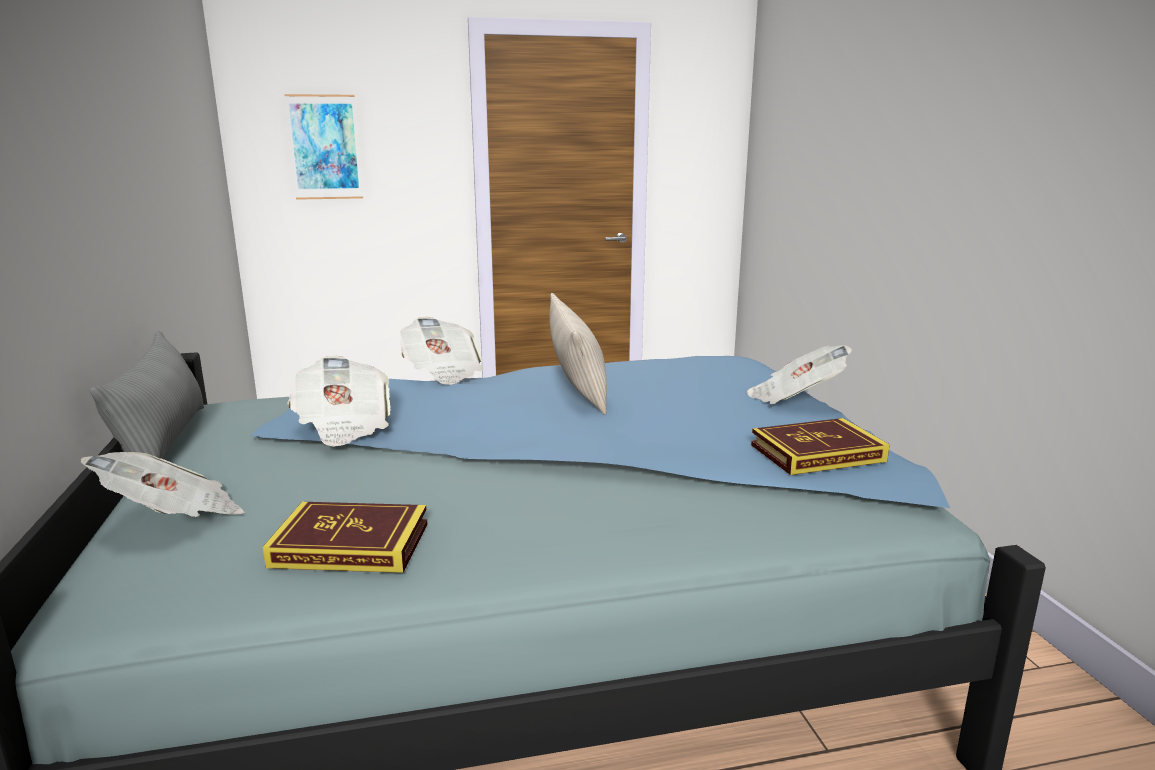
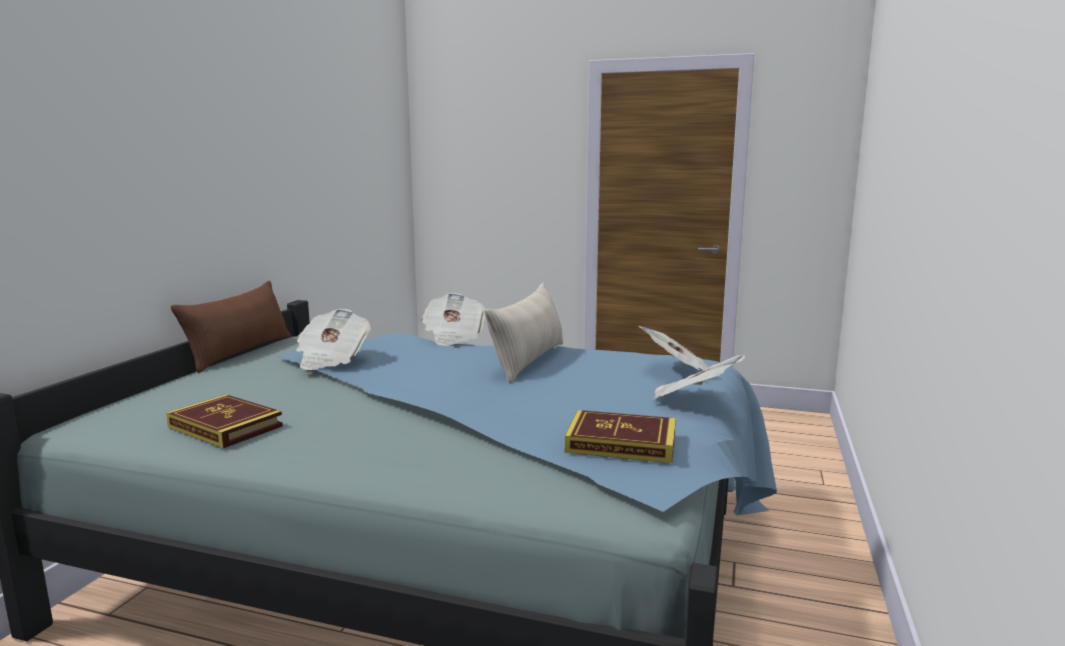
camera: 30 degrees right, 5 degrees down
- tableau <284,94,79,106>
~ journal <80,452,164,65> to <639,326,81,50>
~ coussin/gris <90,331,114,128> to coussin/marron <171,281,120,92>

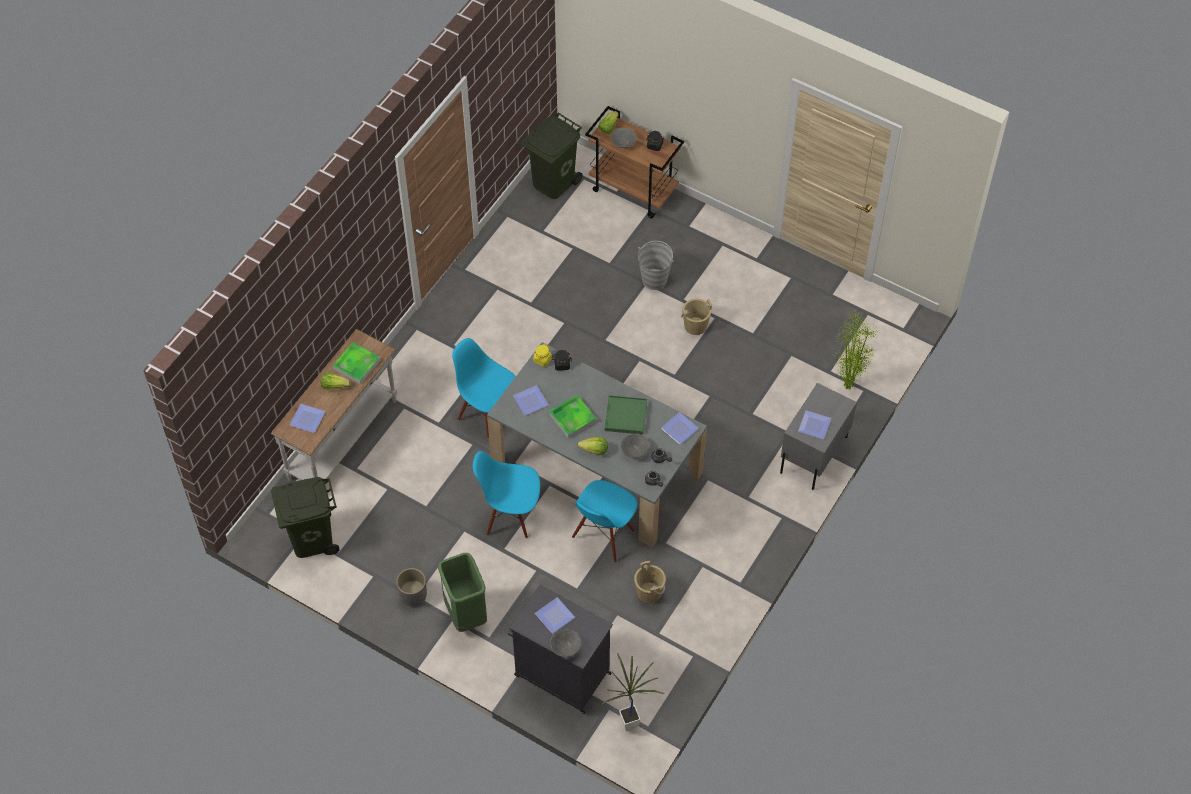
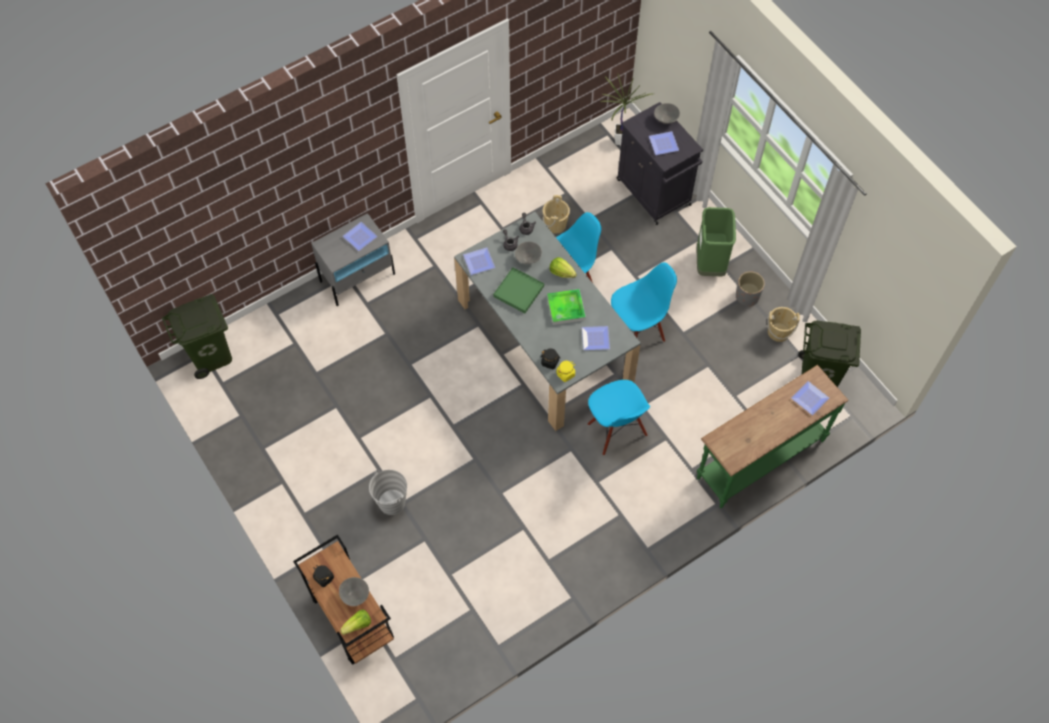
camera: 155 degrees left, 5 degrees up
- laitue <321,372,30,18>
- plateau <333,342,47,42>
- plante en pot <832,312,47,78>
~ poubelle/vert <521,113,61,86> to <162,294,70,85>
~ seau/beige <681,299,31,36> to <767,307,33,35>
~ table console/blanc <271,329,126,152> to table console/vert <697,365,152,143>
~ chaise/bleu <473,451,67,88> = <611,262,66,80> 60 degrees counterclockwise

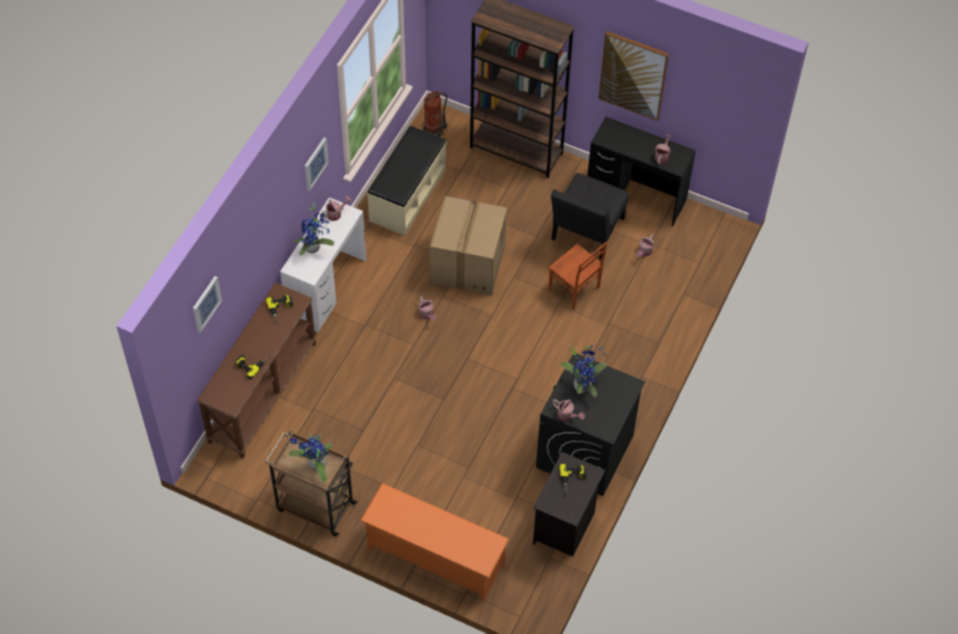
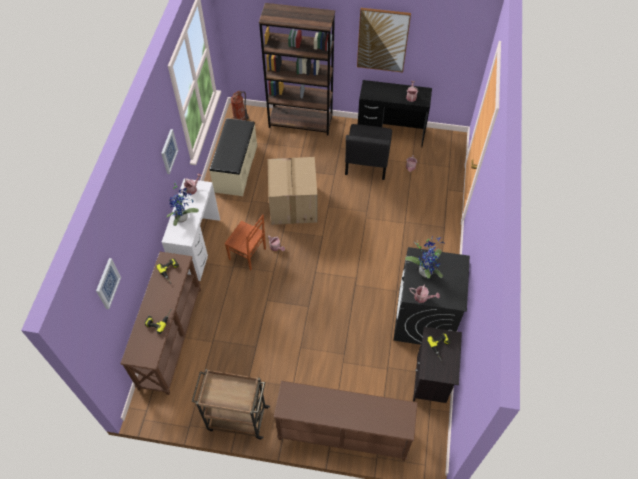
camera: 15 degrees left, 0 degrees up
- plante en pot <289,433,43,49>
~ chaise/marron <549,242,58,68> to <224,214,42,56>
~ étagère à chaussures/orange <360,483,149,119> to table console/marron <274,381,144,80>

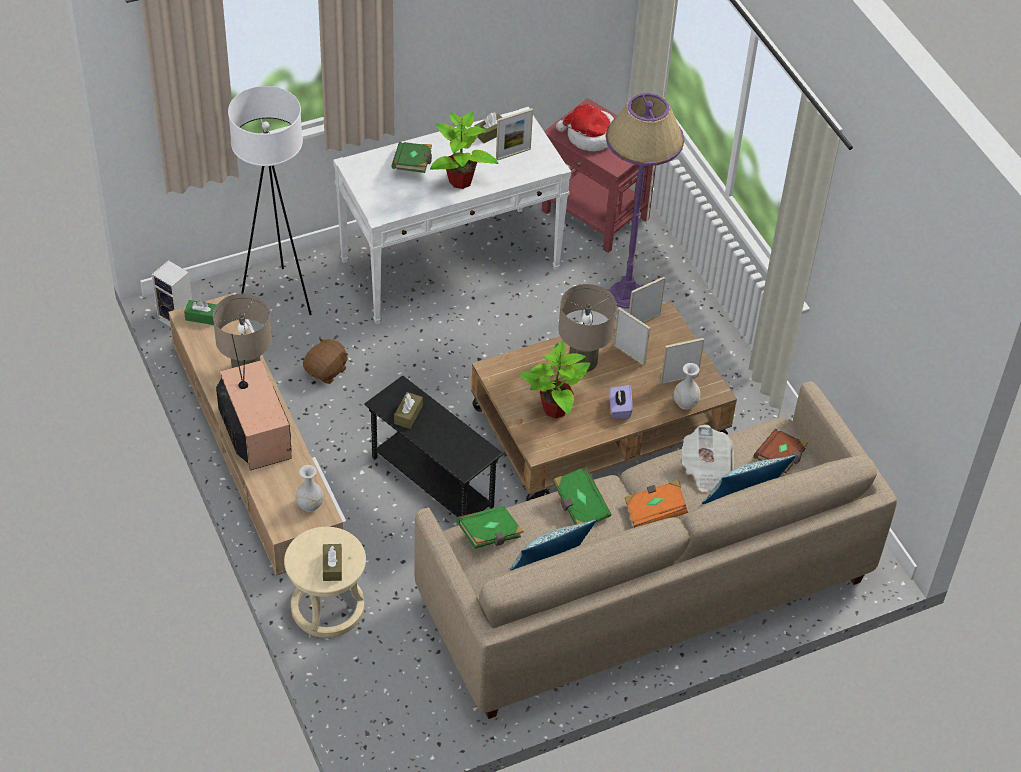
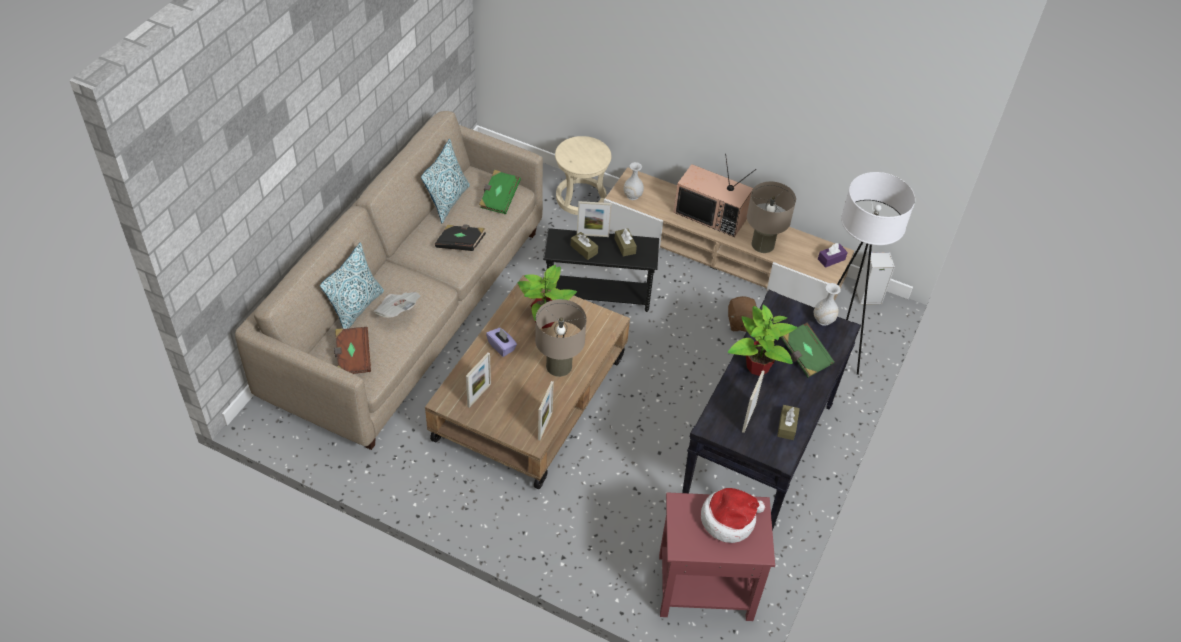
camera: 140 degrees right, 0 degrees up
- lampadaire/violet <606,93,78,216>
- livre/orange <625,480,63,48>
~ boîte à mouchoirs/marron <323,544,19,37> to <571,232,27,28>
~ cadre photo <614,307,36,59> to <577,201,35,36>
~ vase/blanc <673,363,28,47> to <814,283,27,43>
~ boîte à mouchoirs/vert <184,300,33,25> to boîte à mouchoirs/violet <818,243,30,25>
~ table console/blanc <333,107,239,217> to table console/noir <682,290,179,241>
~ livre/vert <553,466,59,59> to livre/noir <435,224,51,27>

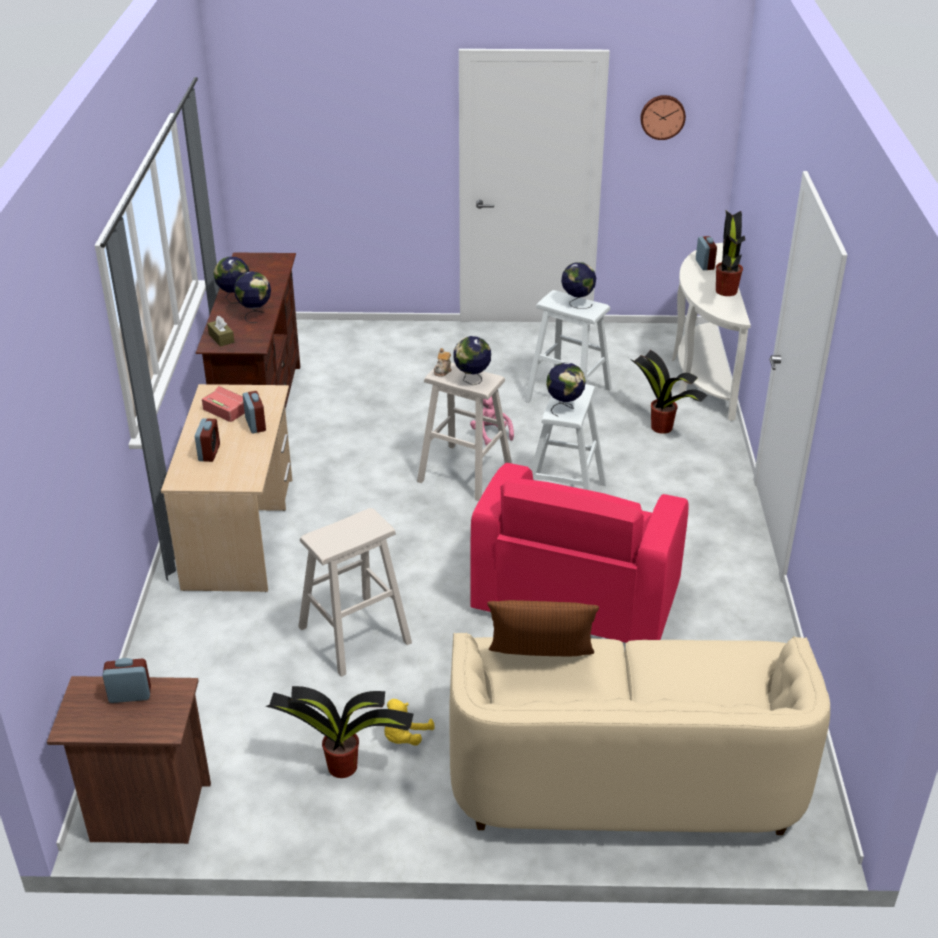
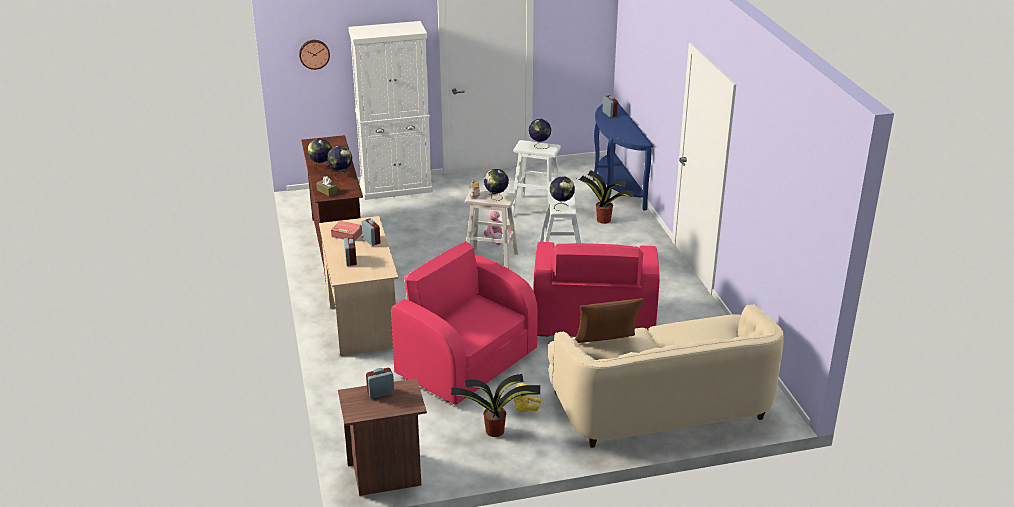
camera: 15 degrees left, 5 degrees down
- plante en pot <716,211,29,85>
+ meuble de rangement/blanc <349,21,84,179>
~ horloge murale <640,95,46,45> to <299,40,31,30>
~ tabouret/beige <298,508,114,169> to fauteuil/rose <391,242,147,162>
~ table console/blanc <671,243,80,178> to table console/bleu <593,103,60,108>

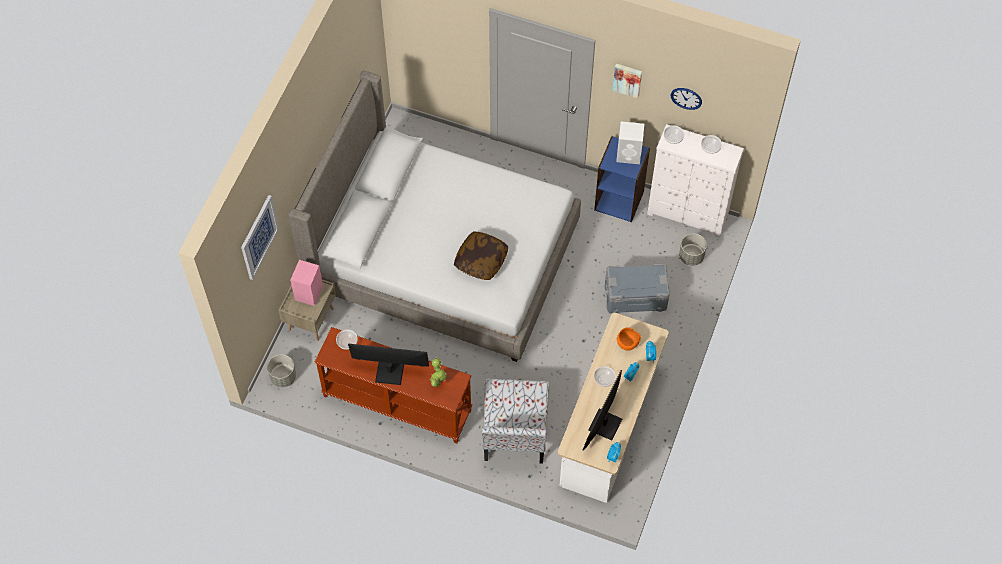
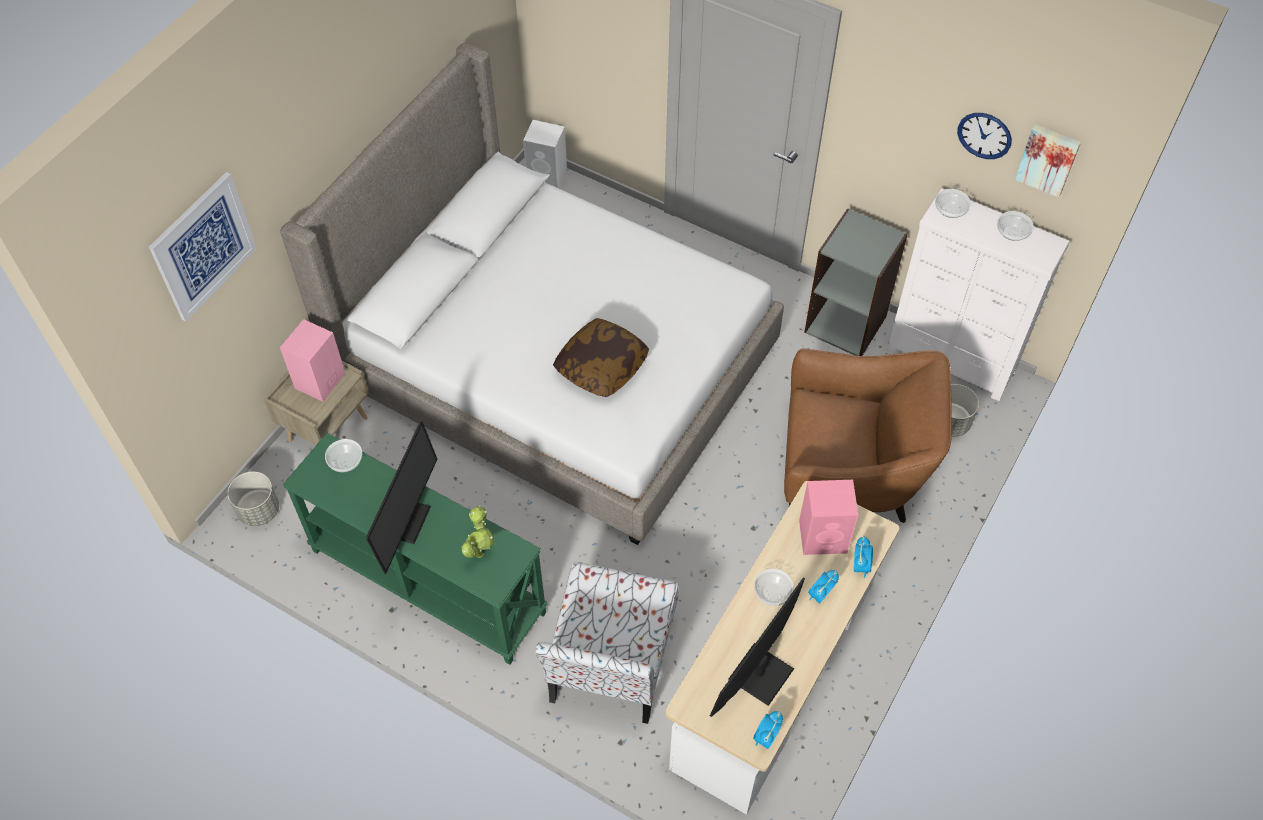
camera: 10 degrees right, 5 degrees down
~ tableau <612,64,30,34> to <1015,125,66,72>
~ enceinte/blanc <616,121,28,43> to <523,120,44,68>
~ boîte de rangement/gris <605,263,65,51> to fauteuil/marron <784,348,168,175>
~ bol/orange <617,327,24,24> to enceinte/rose <799,480,59,75>
~ table console/marron <315,327,157,117> to table console/vert <283,433,264,232>
~ bibliothèque/bleu <594,136,56,86> to bibliothèque/gris <804,208,104,148>
~ écran d'ordinateur <348,344,81,41> = <366,421,71,153> 90 degrees clockwise

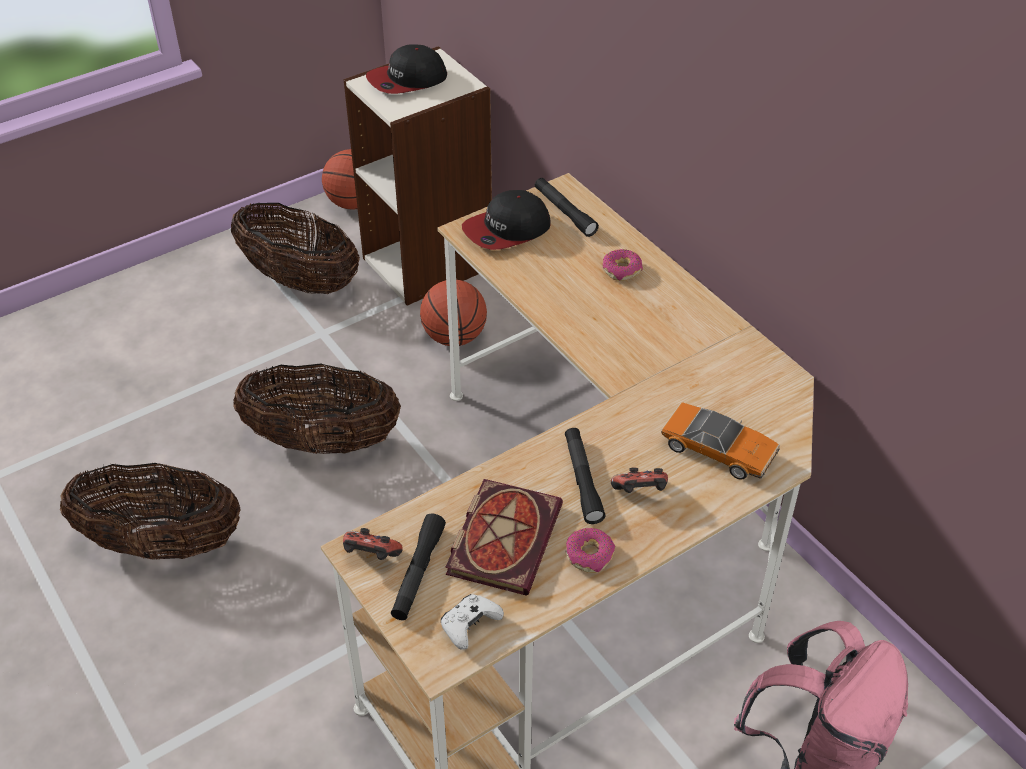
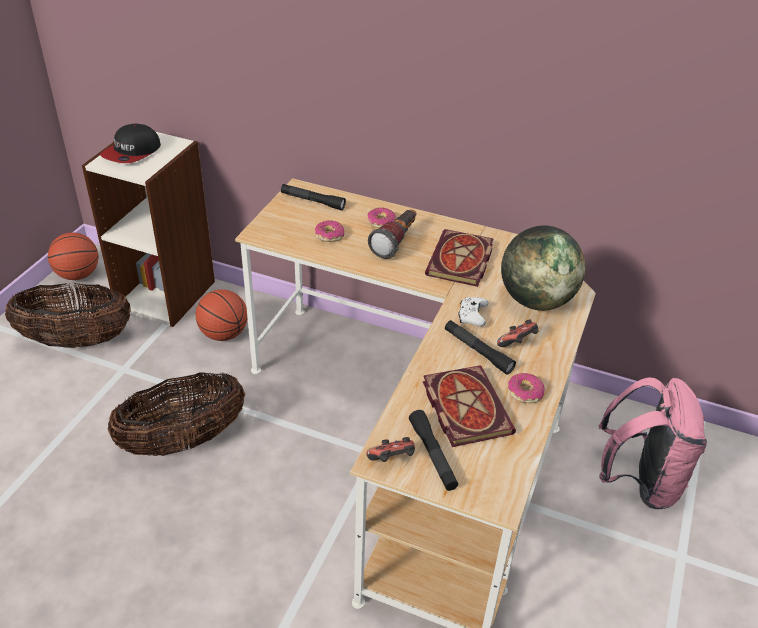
camera: 35 degrees left, 5 degrees down
- panier <60,463,181,97>
- casquette <462,190,89,60>
+ beignet <315,220,30,22>
+ lampe de poche <368,209,48,50>
+ livre <425,229,68,58>
~ manette/blanc <441,594,63,56> to <458,297,30,29>
~ petite voiture <661,402,119,78> to globe <501,225,84,86>

